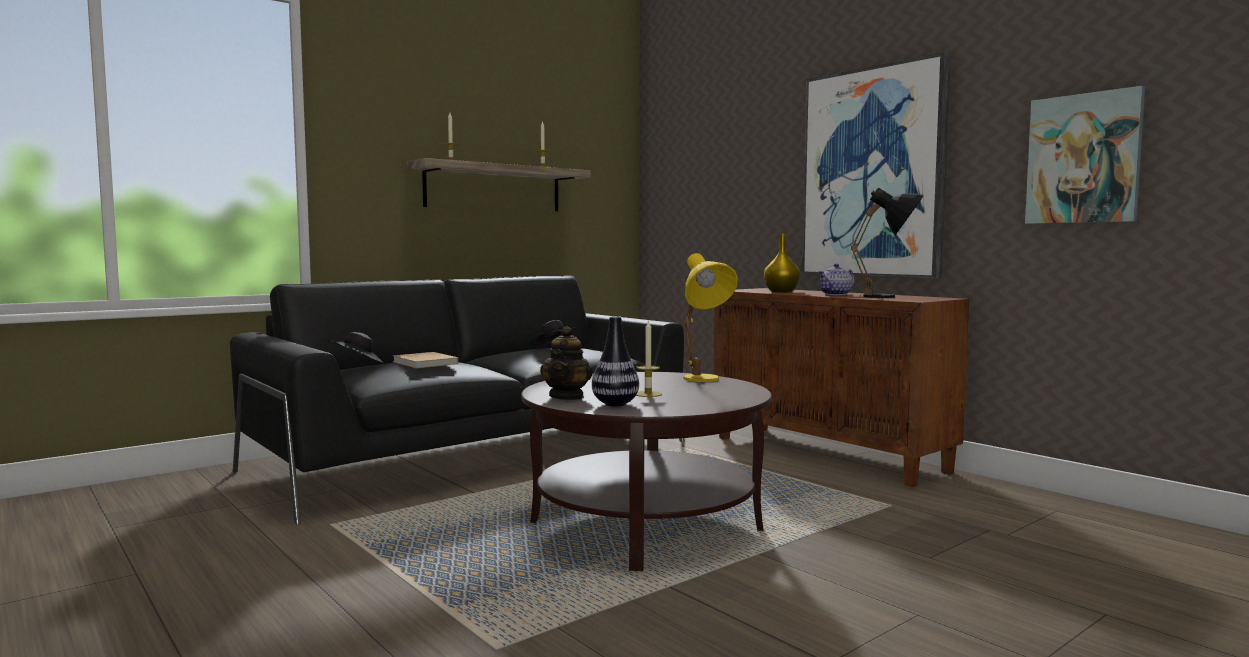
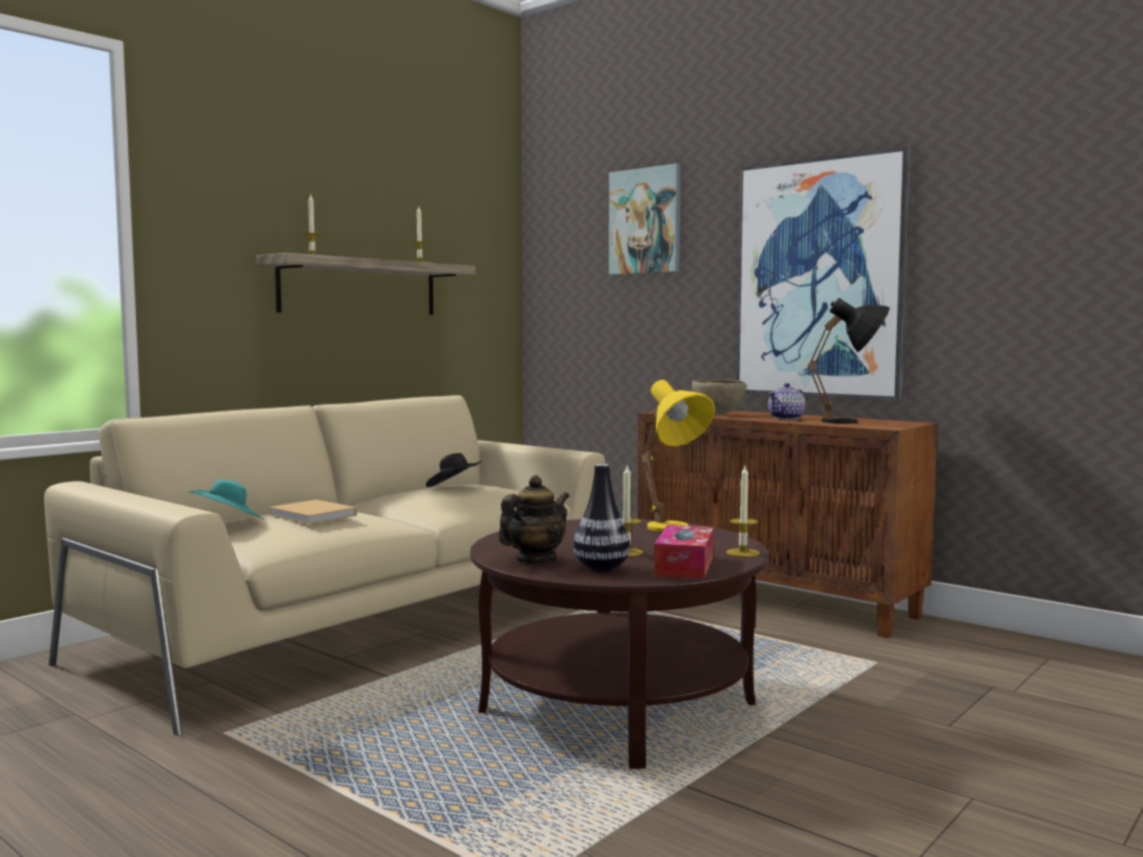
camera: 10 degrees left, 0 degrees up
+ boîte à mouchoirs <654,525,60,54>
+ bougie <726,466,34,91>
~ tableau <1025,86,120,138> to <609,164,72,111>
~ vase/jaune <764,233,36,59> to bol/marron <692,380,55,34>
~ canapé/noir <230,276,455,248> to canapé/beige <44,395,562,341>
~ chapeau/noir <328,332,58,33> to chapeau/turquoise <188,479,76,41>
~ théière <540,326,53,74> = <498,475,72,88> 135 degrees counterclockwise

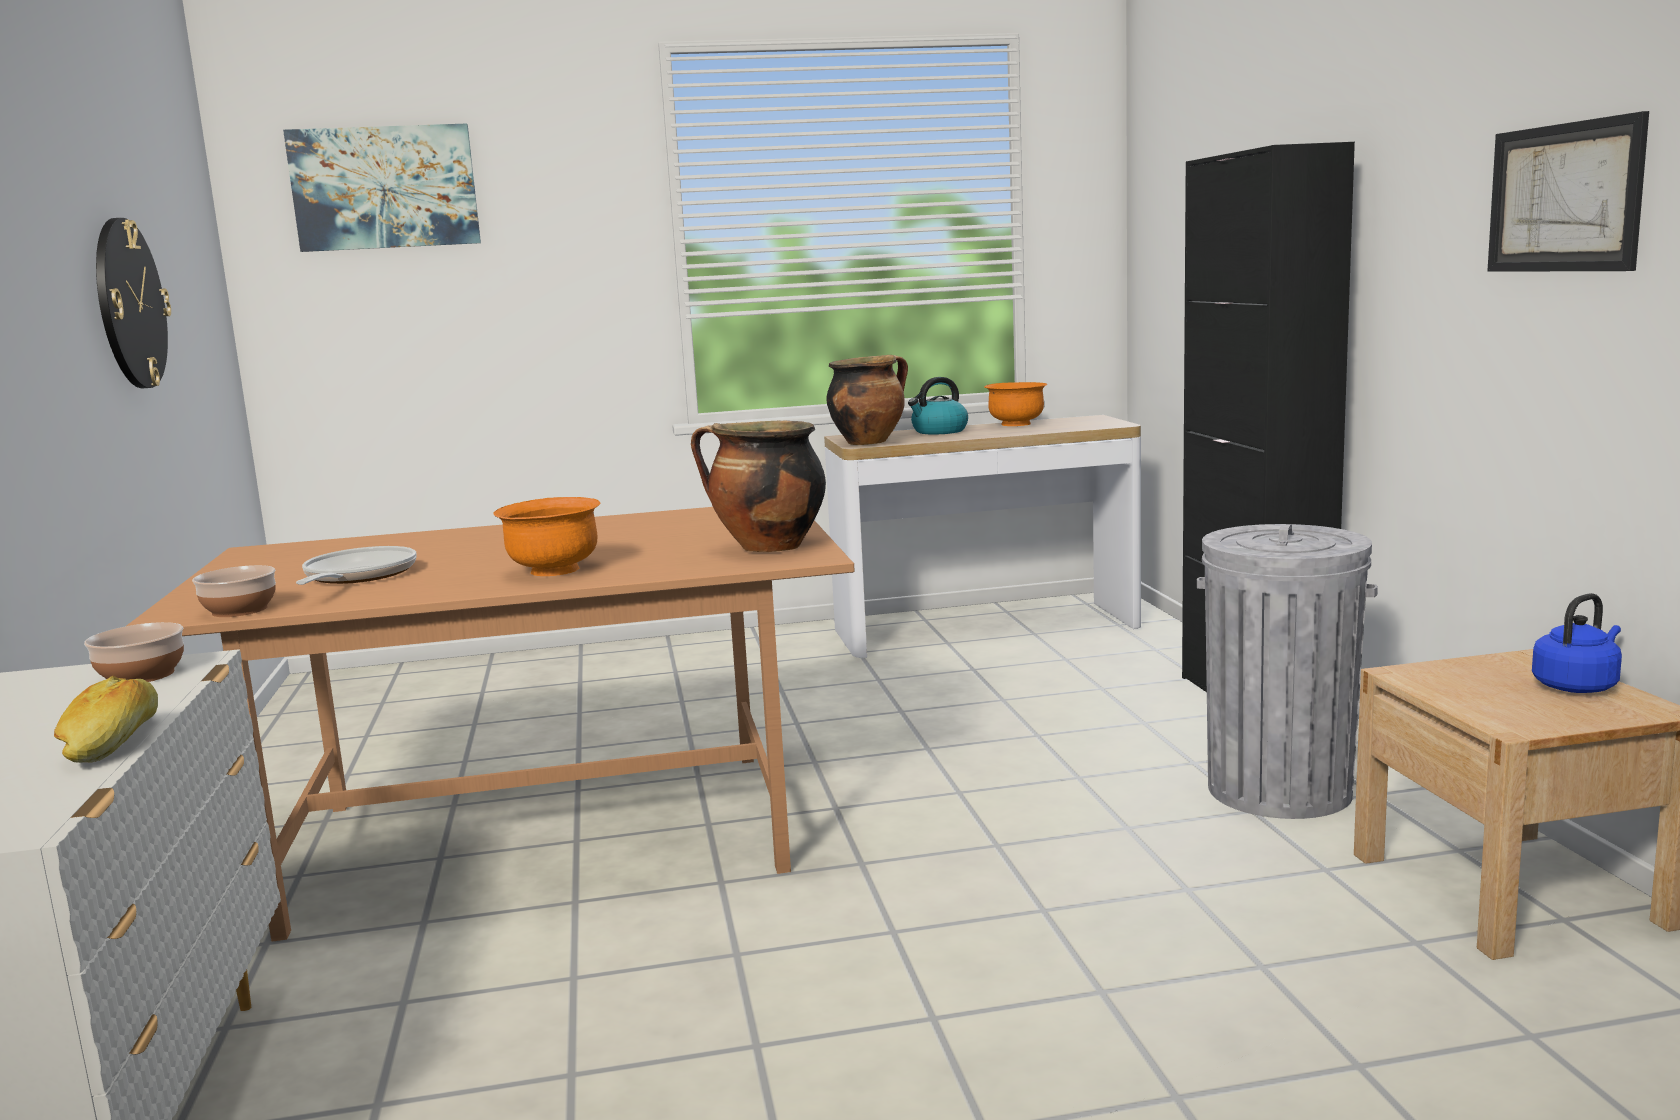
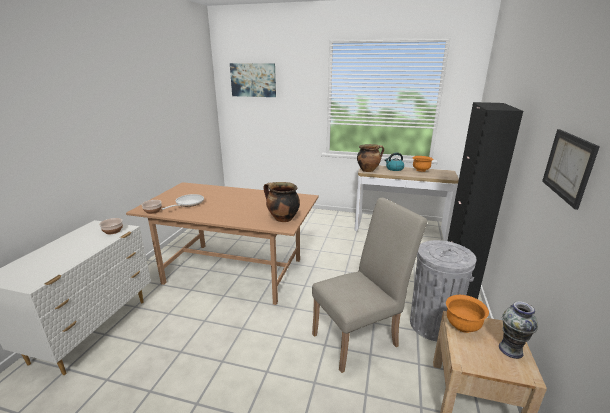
camera: 25 degrees right, 10 degrees up
- pain <54,675,104,88>
- horloge murale <96,218,75,170>
+ chaise/beige <312,198,115,175>
~ bol/orange <493,497,108,79> to <446,295,43,38>
~ bouilloire/bleu <1532,593,90,100> to vase <499,301,39,58>

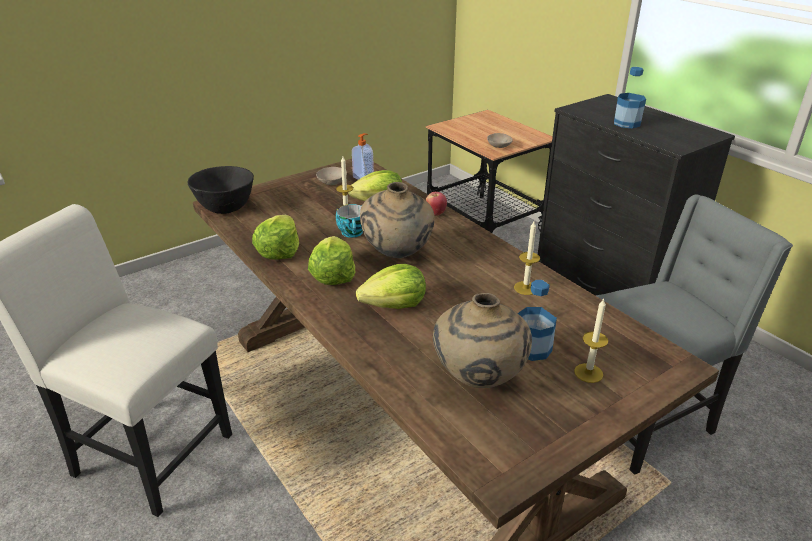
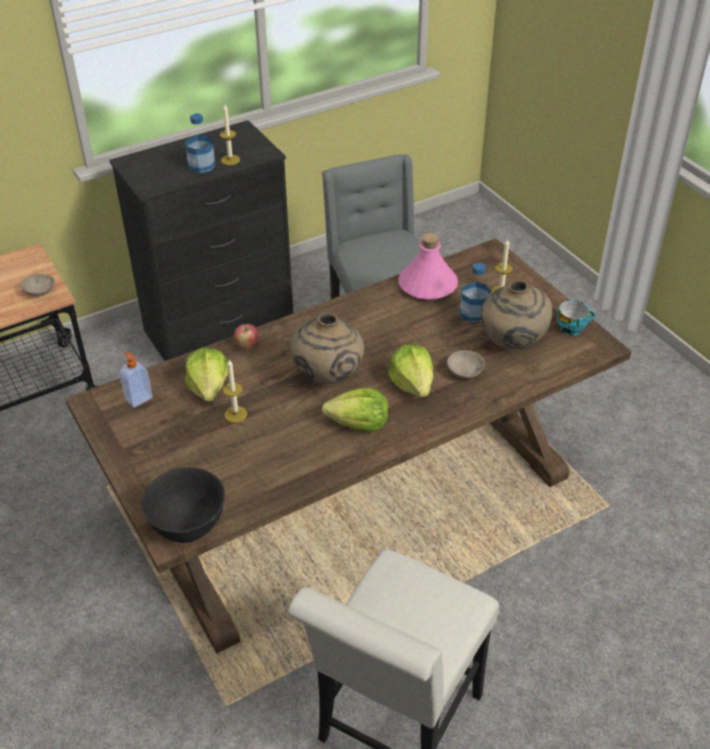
camera: 85 degrees left, 10 degrees up
- laitue <252,215,47,45>
+ bouteille/rose <398,233,60,67>
~ bol/beige <316,167,31,18> to <447,350,38,28>
~ tasse <336,204,27,34> to <557,300,38,35>
~ bougie <514,221,26,74> to <220,105,20,60>

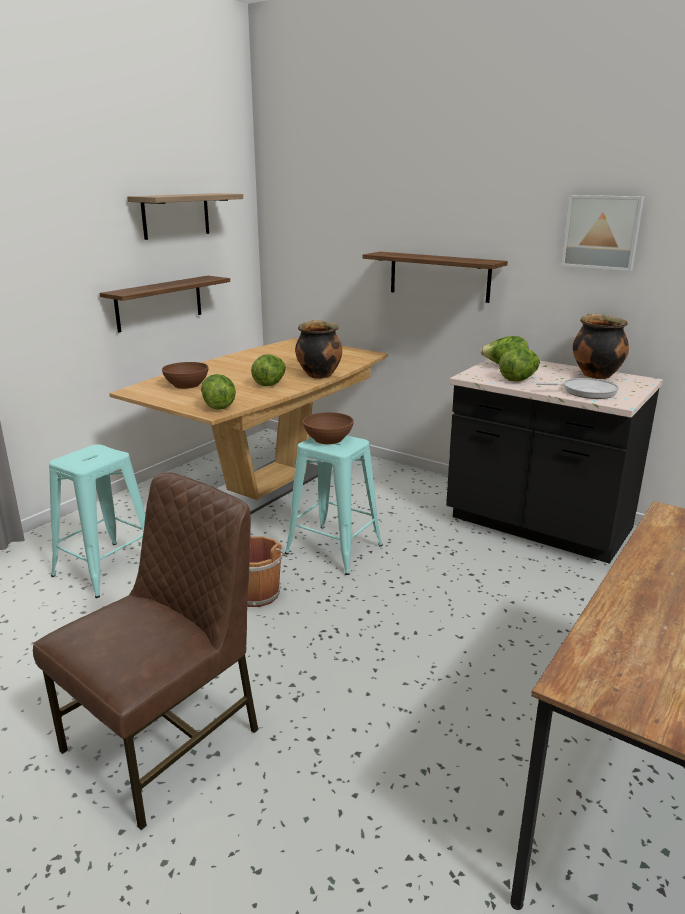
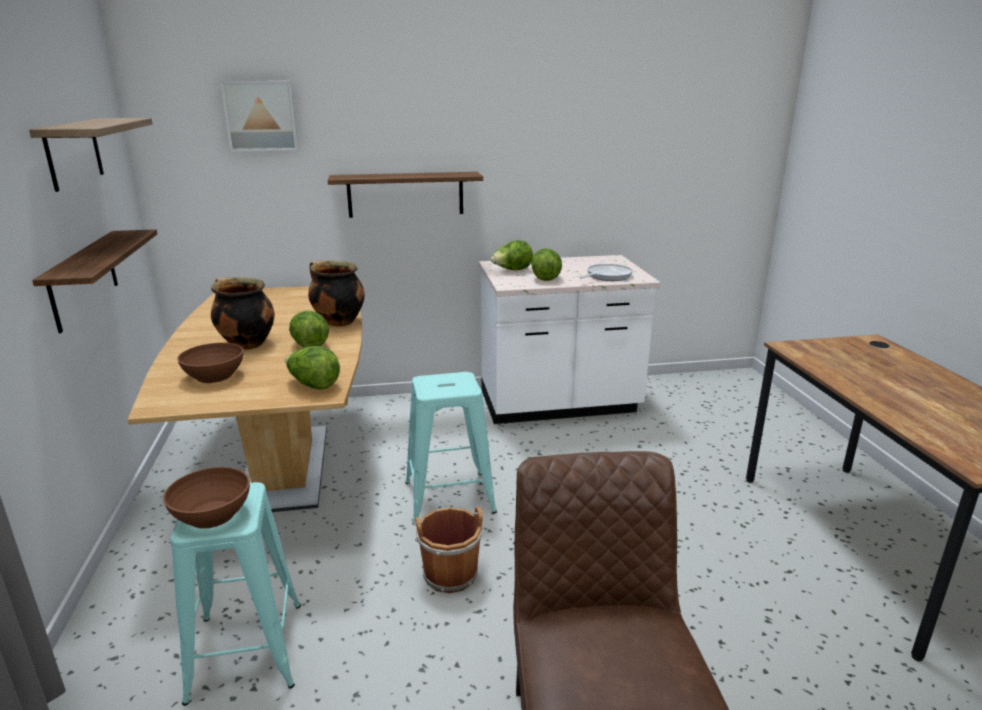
camera: 45 degrees left, 0 degrees up
~ bol/marron <303,412,51,32> to <163,467,87,62>
~ tableau <561,195,83,76> to <220,81,79,71>
~ marmite <573,314,56,65> to <211,277,64,73>
~ comptoir de cuisine/noir <446,359,217,205> to comptoir de cuisine/blanc <479,255,181,169>

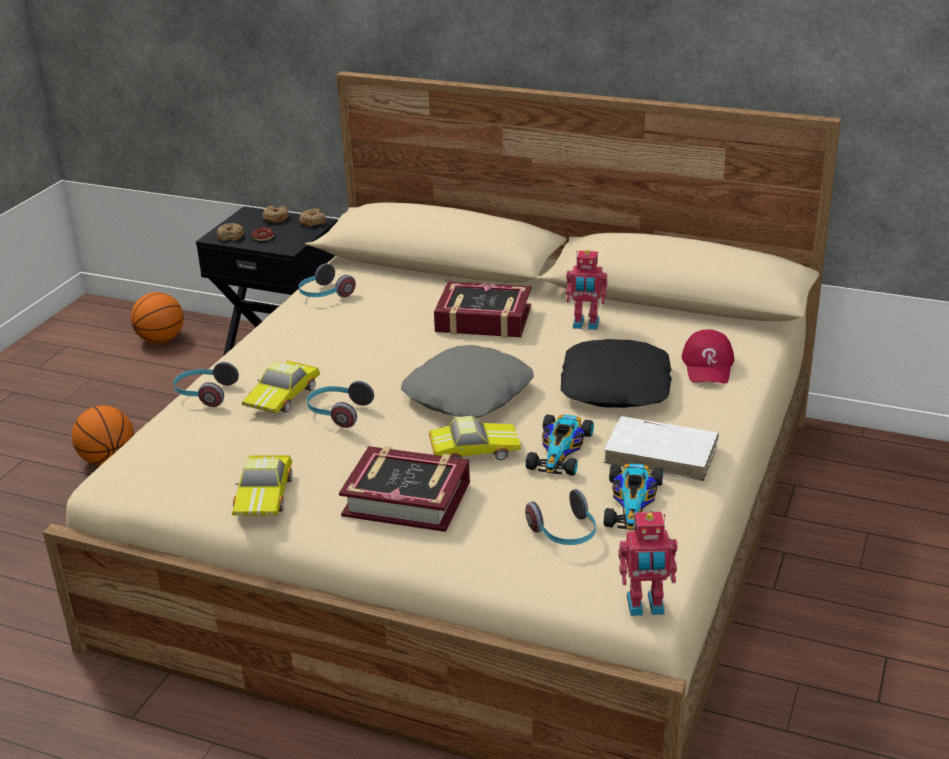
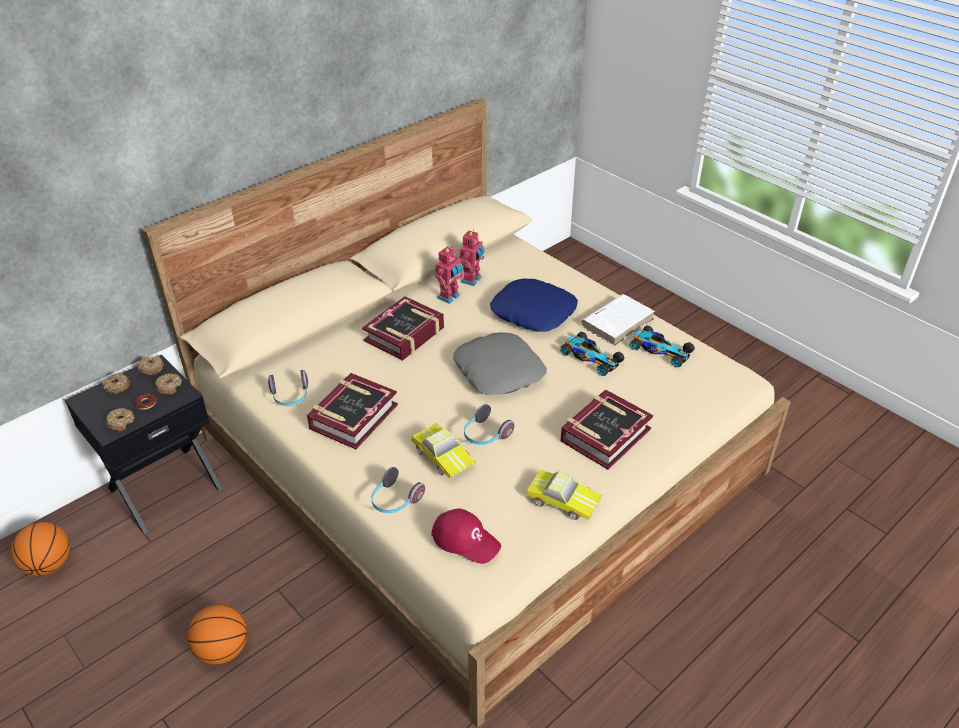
camera: 65 degrees left, 10 degrees up
- petite voiture <429,416,92,44>
- casque audio <525,489,71,56>
+ beignet <155,373,27,22>
+ livre <307,373,91,76>
~ robot jouet <618,512,60,104> to <460,229,25,57>
~ casquette/rouge <682,329,52,55> to <431,509,70,55>
~ coussin/noir <561,339,111,69> to coussin/bleu <490,279,88,53>

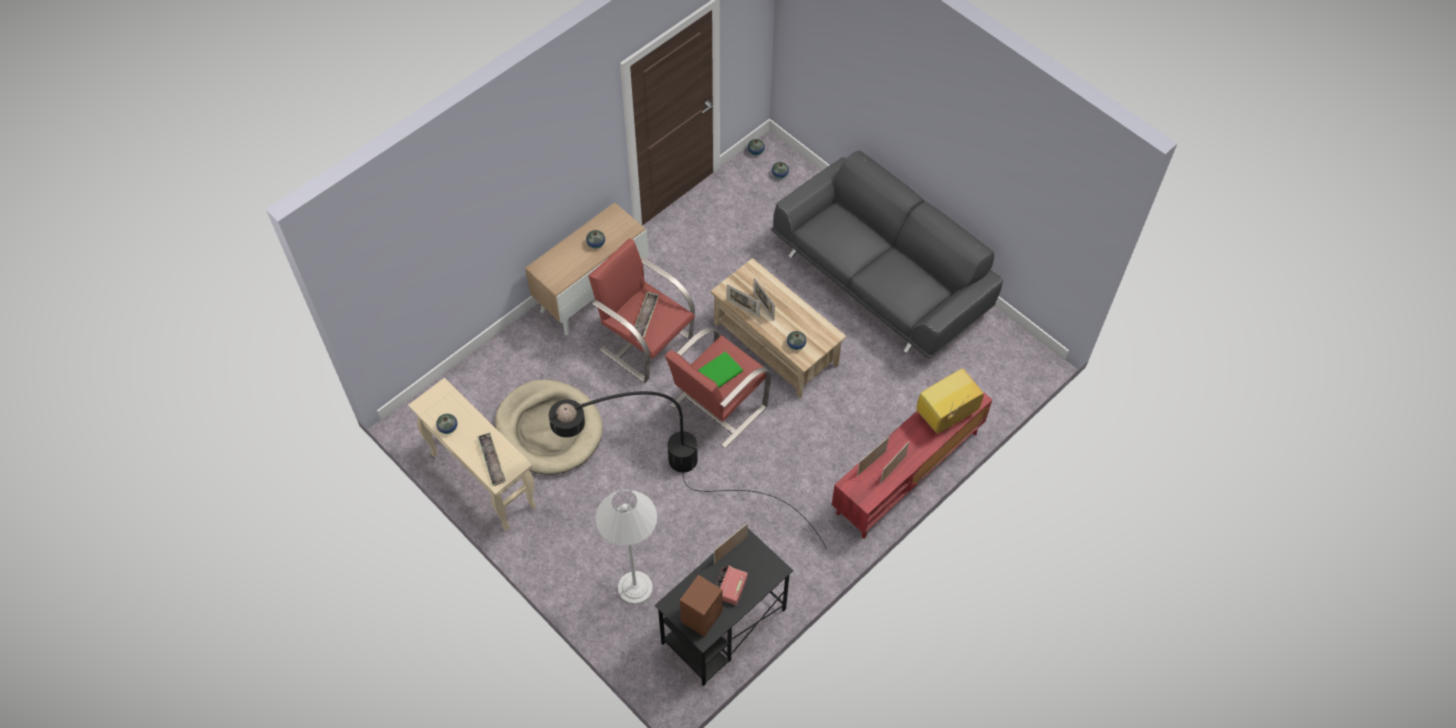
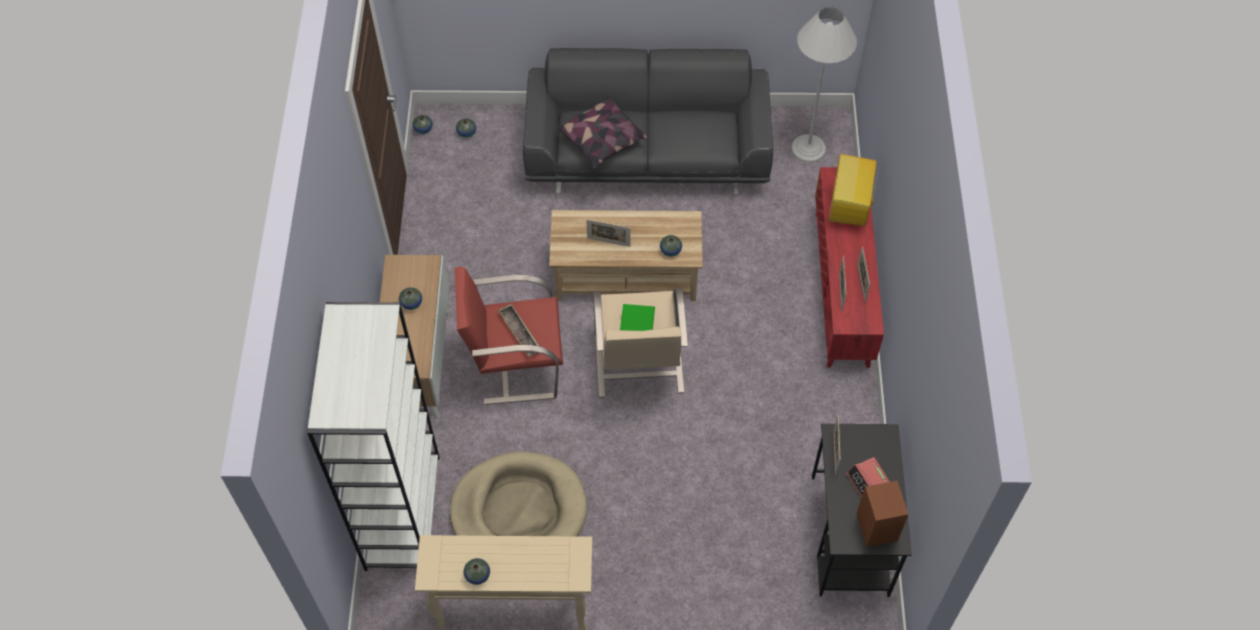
camera: 45 degrees left, 0 degrees up
- plateau <477,432,29,54>
- lampadaire/noir <549,391,278,158>
- cadre photo <727,284,33,33>
+ bibliothèque/blanc <307,302,133,269>
+ coussin <556,97,92,72>
~ lampadaire/blanc <596,489,61,116> to <792,6,65,156>
~ fauteuil/rouge <665,328,106,120> to fauteuil/beige <593,288,95,110>

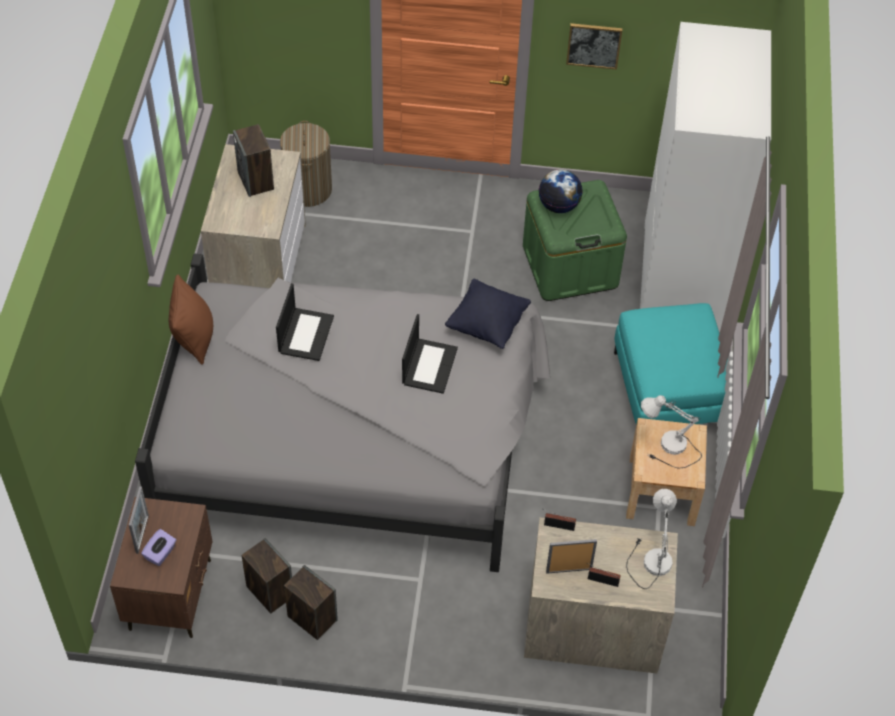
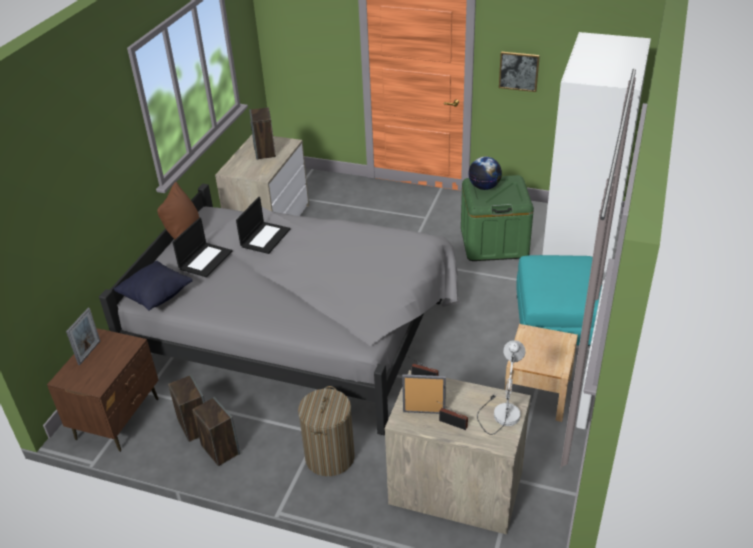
camera: 15 degrees right, 15 degrees down
- boîte à mouchoirs/violet <141,529,35,37>
- lampe de table/blanc <641,395,61,74>
~ panier à linge <280,121,52,86> to <298,386,57,90>
~ ordinateur portable <402,314,56,80> to <173,217,60,60>
~ coussin/noir <445,278,86,71> to <114,261,79,49>

